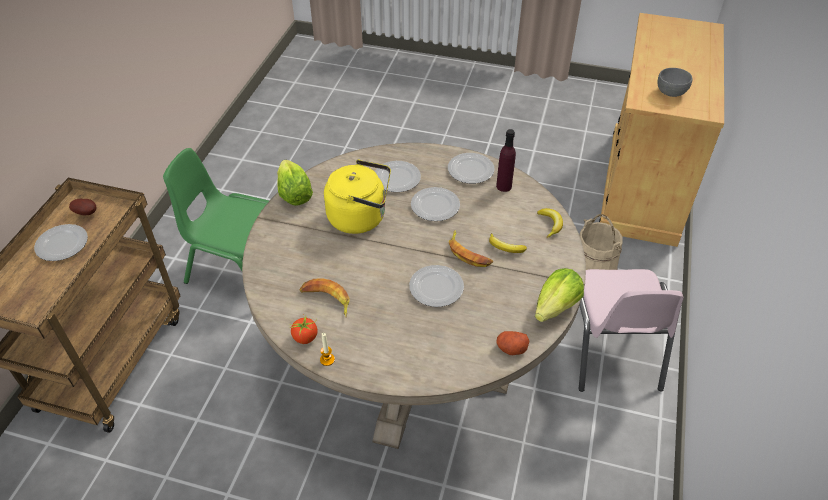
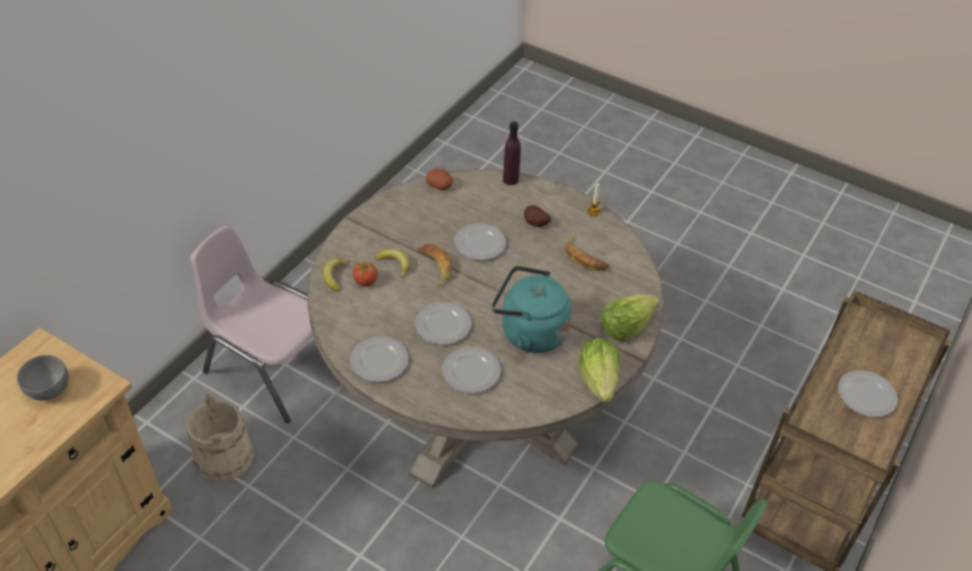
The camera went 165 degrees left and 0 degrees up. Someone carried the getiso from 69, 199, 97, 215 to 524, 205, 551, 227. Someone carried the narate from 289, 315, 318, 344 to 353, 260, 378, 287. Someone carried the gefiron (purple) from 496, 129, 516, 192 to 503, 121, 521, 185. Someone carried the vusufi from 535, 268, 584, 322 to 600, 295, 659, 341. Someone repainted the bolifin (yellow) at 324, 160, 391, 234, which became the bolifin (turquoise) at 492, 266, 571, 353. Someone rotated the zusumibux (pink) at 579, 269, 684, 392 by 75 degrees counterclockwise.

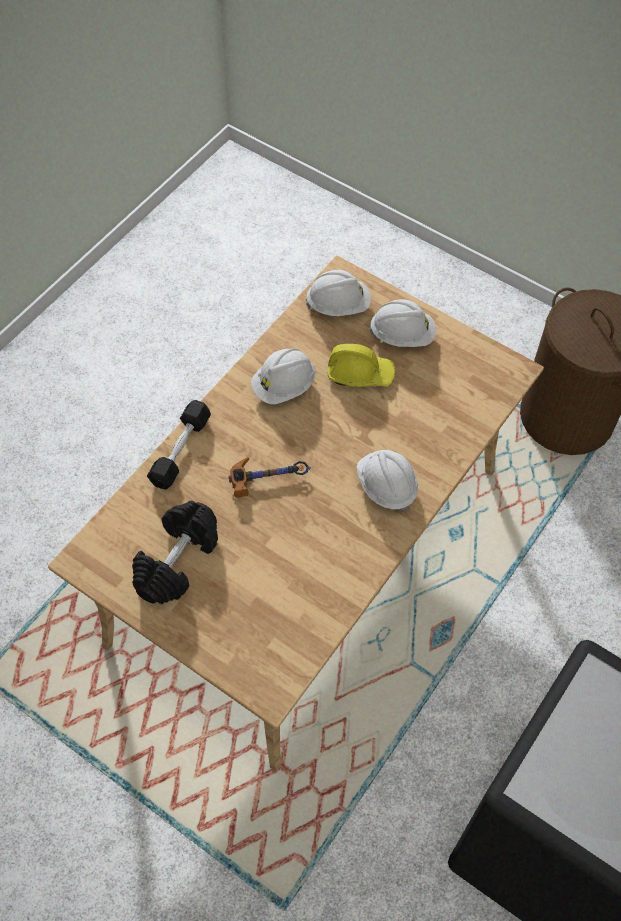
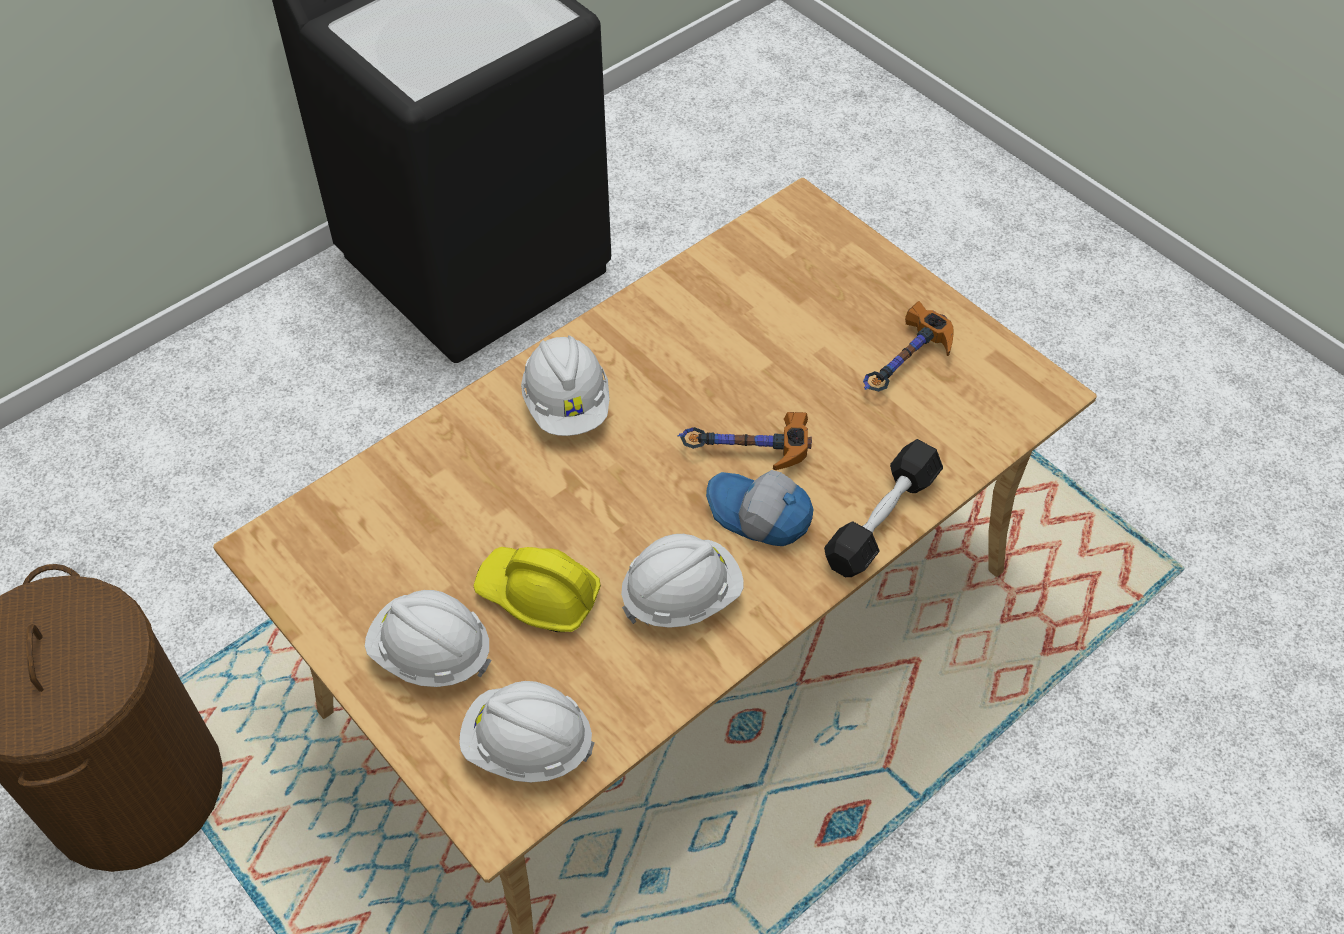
The camera went 165 degrees left and 5 degrees down. Someone put down the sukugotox at 706, 470, 814, 546. Someone swapped the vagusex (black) at 132, 501, 218, 604 for the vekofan at 863, 301, 953, 392.

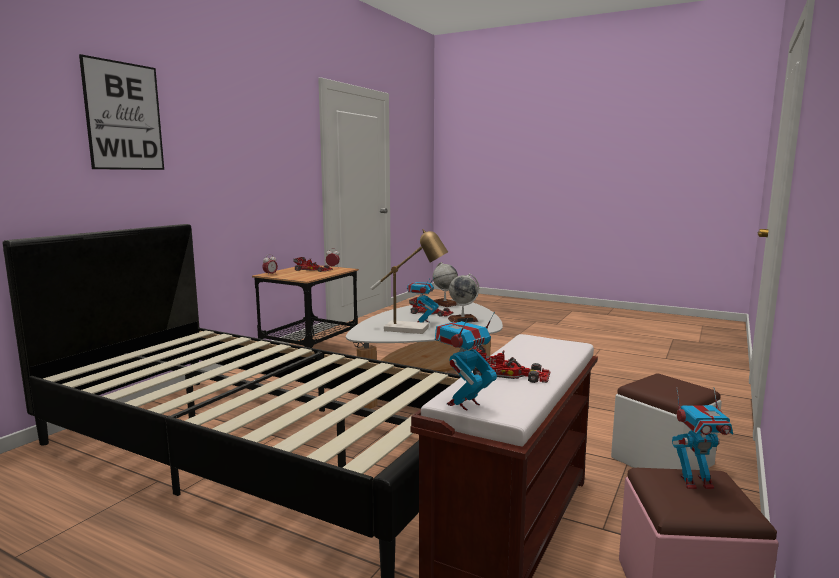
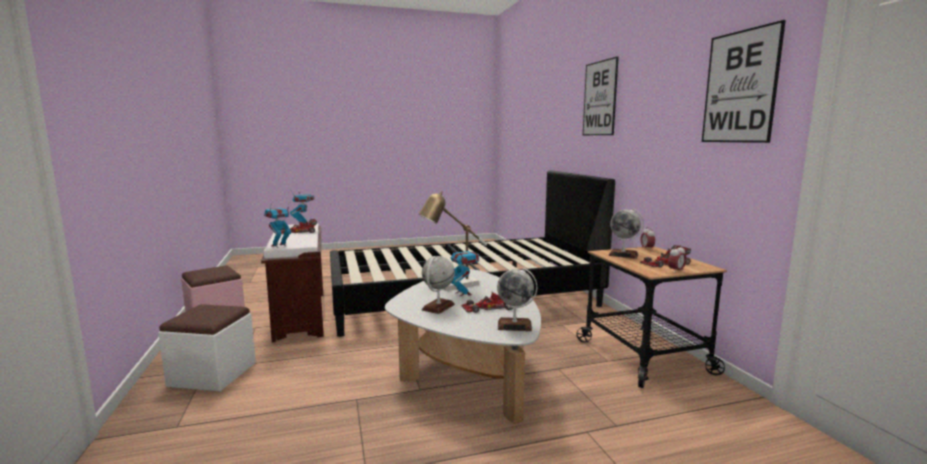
The camera went 135 degrees right and 0 degrees up. Someone put down the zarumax at 608, 208, 644, 259. Someone put up the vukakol at 702, 20, 786, 143. Someone carried the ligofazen from 672, 387, 733, 489 to 264, 205, 291, 248.

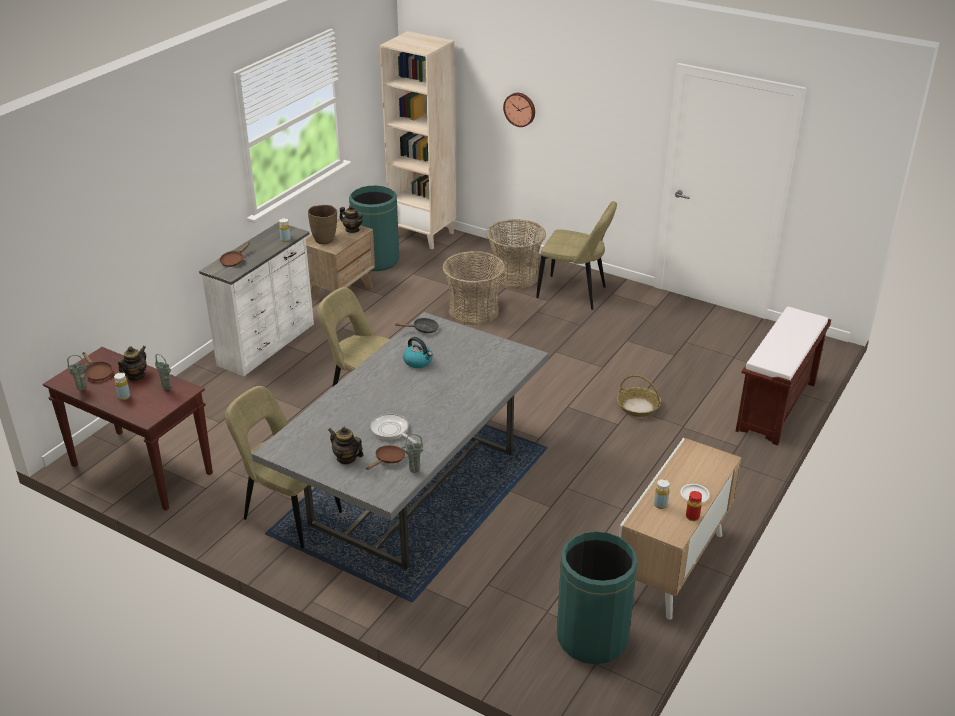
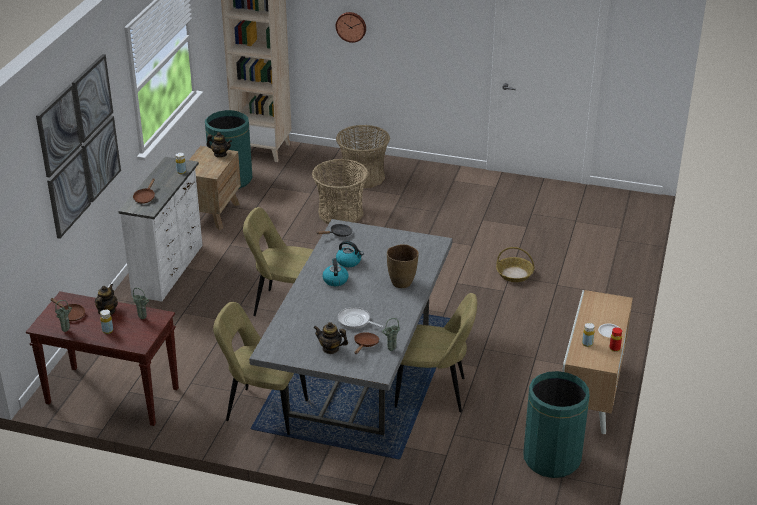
The camera went 15 degrees left and 0 degrees up. Someone took away the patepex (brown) at 736, 307, 831, 446. Someone put up the vukakol at 36, 54, 121, 239. Someone put down the bolifin at 322, 258, 348, 286. Someone carried the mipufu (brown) from 308, 205, 337, 245 to 387, 244, 419, 288. Someone carried the zusumibux (beige) from 536, 201, 617, 310 to 395, 293, 477, 412.

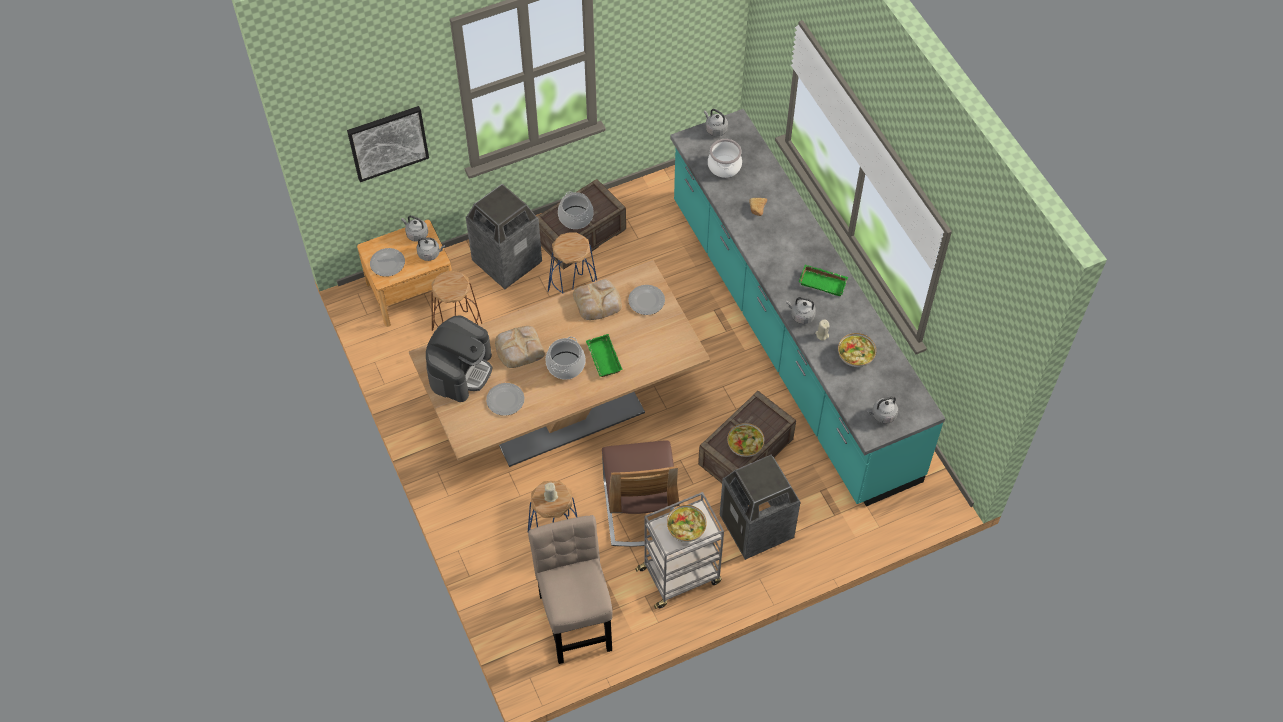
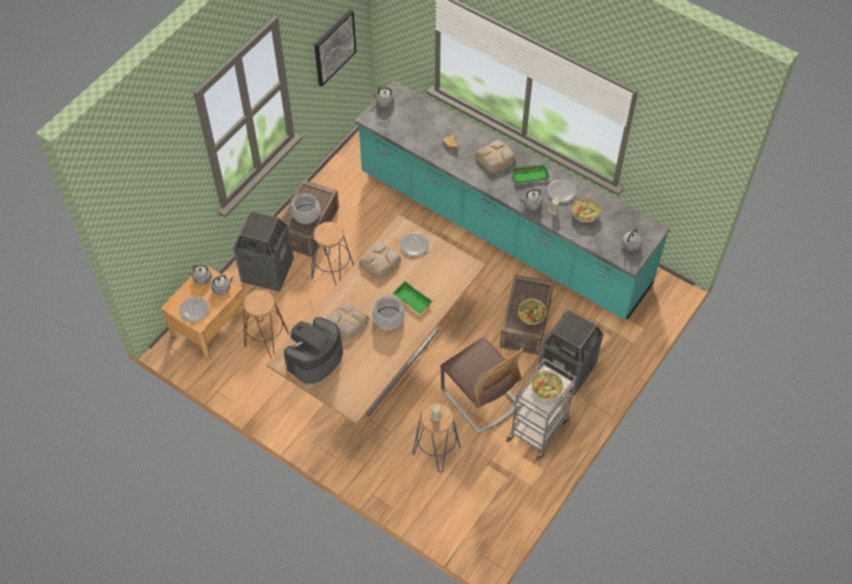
The camera went 30 degrees left and 0 degrees up. Someone took away the zusumibux (beige) at 528, 515, 612, 664. Someone took away the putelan at 708, 139, 742, 178. Someone put down the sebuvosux at 475, 140, 516, 173. Someone carried the vukakol from 347, 106, 429, 182 to 314, 9, 356, 86. Someone carried the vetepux from 486, 383, 524, 416 to 547, 180, 576, 203. Someone rotated the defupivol at 426, 316, 492, 402 by 135 degrees counterclockwise.

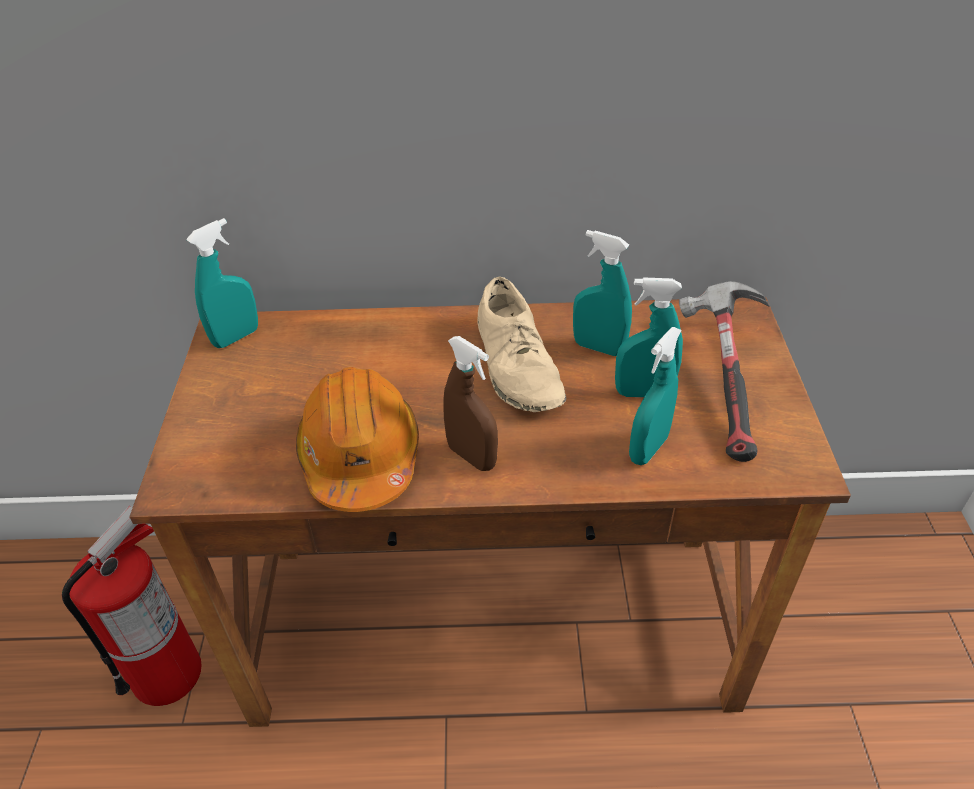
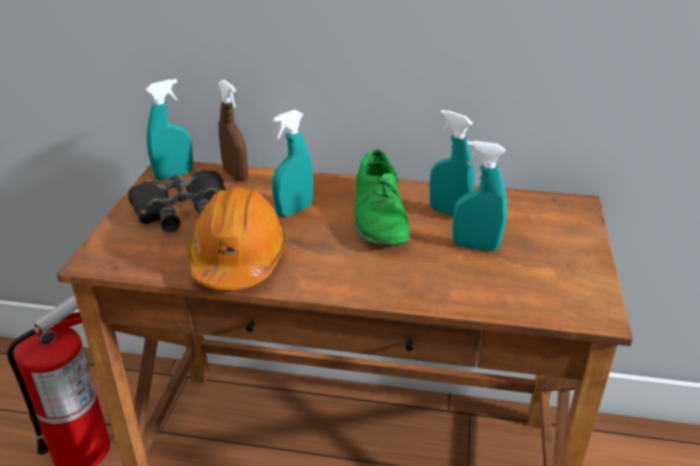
The camera went 10 degrees right and 10 degrees down. Someone took away the vekofan at 679, 281, 770, 462. Someone put down the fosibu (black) at 128, 170, 226, 232. Someone carried the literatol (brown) from 443, 336, 498, 471 to 218, 80, 248, 182. Someone carried the literatol (turquoise) from 629, 327, 682, 465 to 272, 110, 313, 217. Someone repainted the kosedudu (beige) at 478, 277, 566, 412, which became the kosedudu (green) at 354, 149, 411, 246.

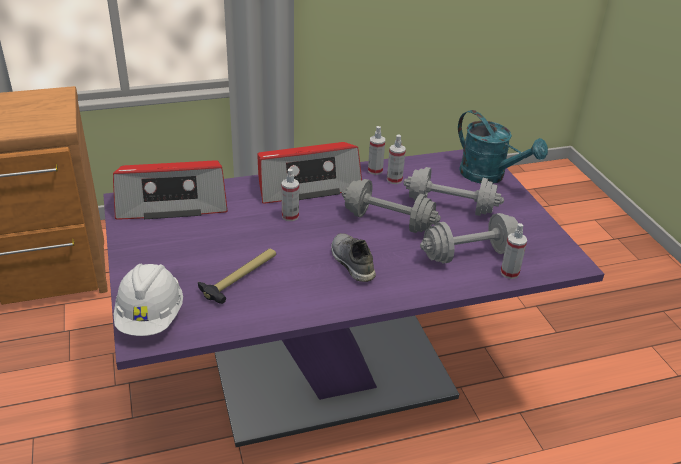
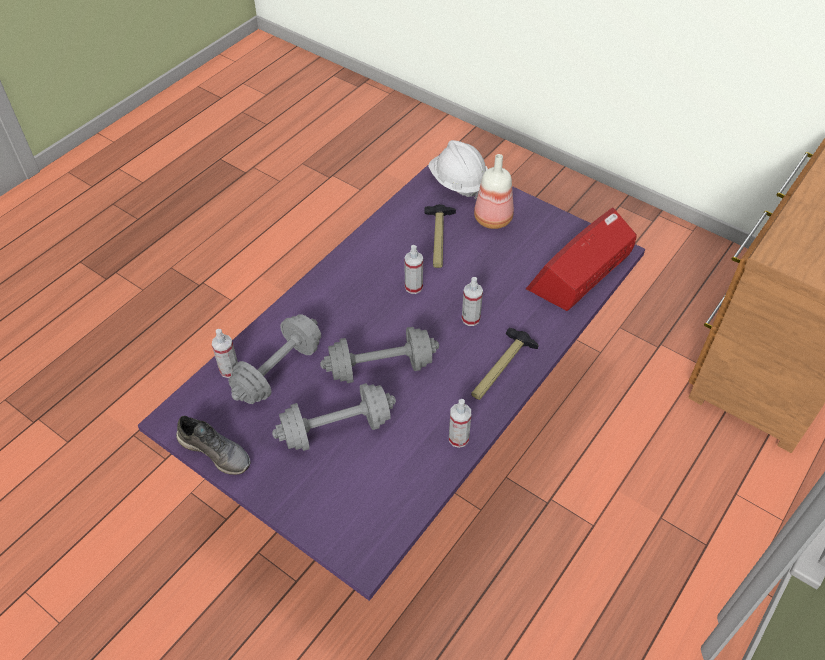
The camera went 145 degrees right and 15 degrees up. Someone took away the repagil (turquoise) at 458, 110, 548, 184. Someone put down the gefiron at 474, 154, 514, 229. Someone carried the kosedudu (grey) from 331, 233, 376, 282 to 176, 416, 251, 475. Someone carried the literatol from 387, 135, 406, 184 to 404, 245, 423, 294. Someone swapped the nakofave at 257, 142, 362, 204 for the vekofan at 471, 328, 539, 400.

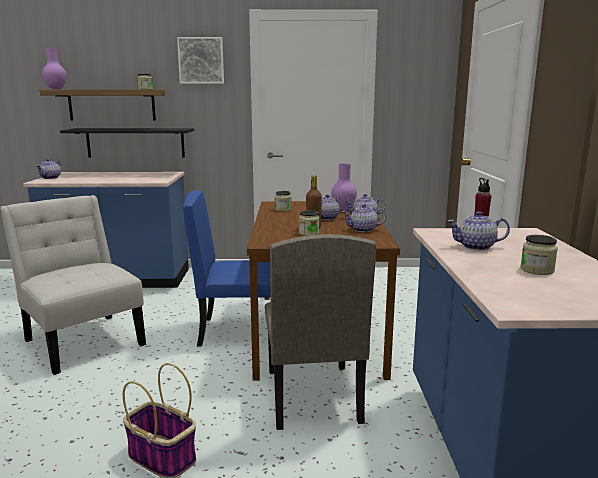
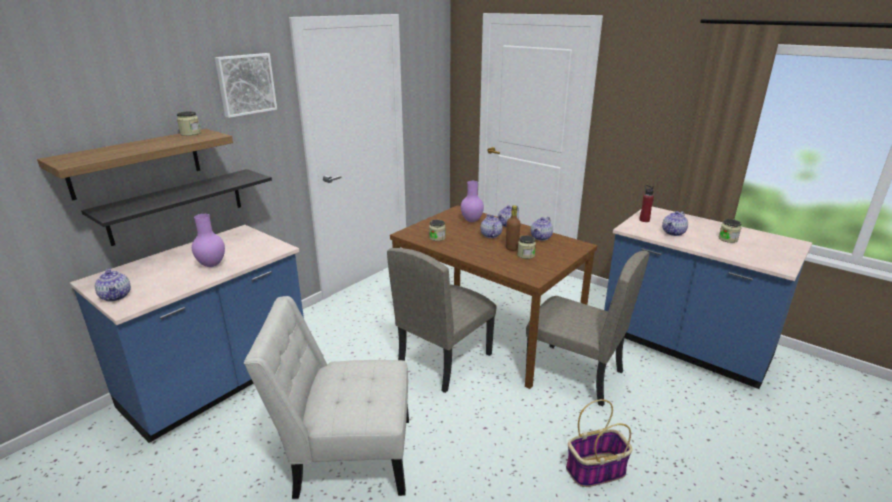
The camera went 50 degrees left and 10 degrees up. Someone carried the mipufu (purple) from 42, 48, 67, 89 to 192, 214, 225, 267. Someone repainted the zusumibux (blue) at 183, 190, 271, 347, which became the zusumibux (beige) at 387, 248, 497, 393.

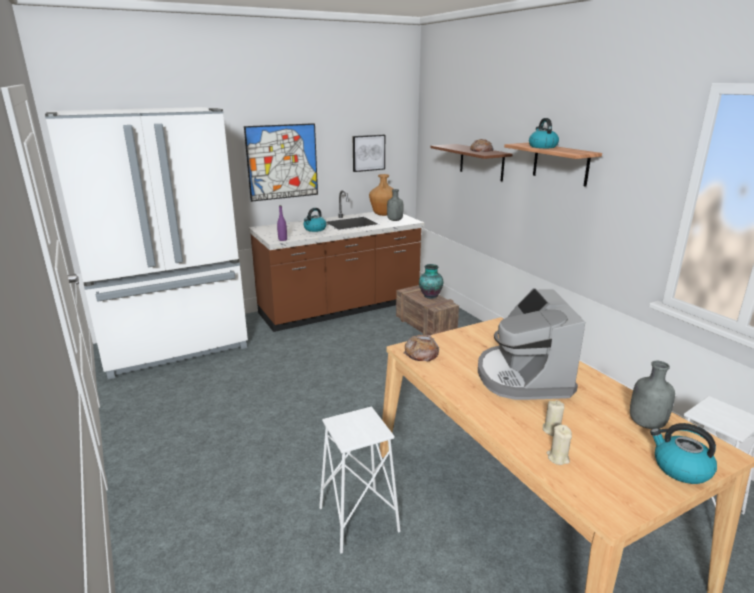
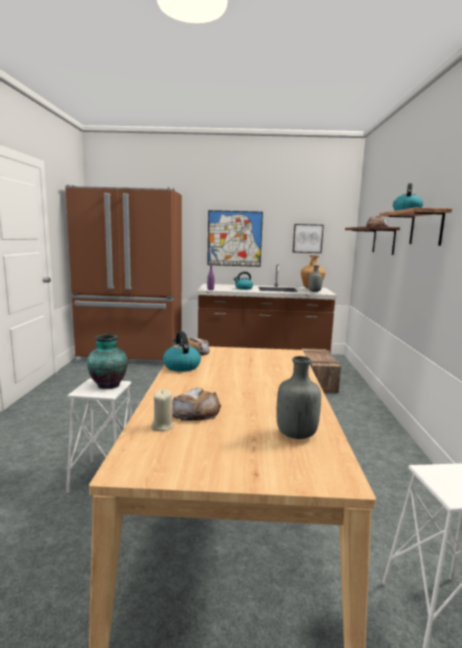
The camera went 30 degrees right and 10 degrees down. Someone took away the defupivol at 478, 288, 585, 400. Someone carried the mipufu from 419, 264, 443, 299 to 87, 334, 128, 389. Someone carried the bolifin from 650, 423, 717, 484 to 163, 331, 201, 372. Someone swapped the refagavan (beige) at 543, 400, 564, 436 for the sebuvosux at 172, 388, 221, 421. Someone repainted the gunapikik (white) at 45, 107, 248, 379, which became the gunapikik (brown) at 65, 185, 182, 364.

